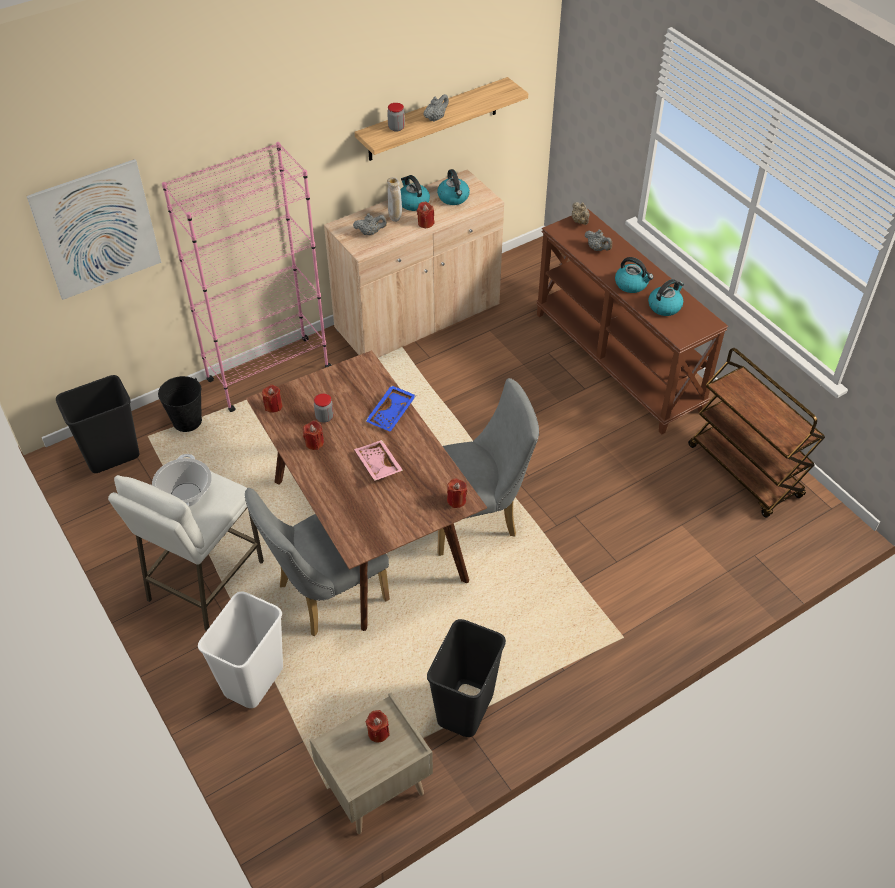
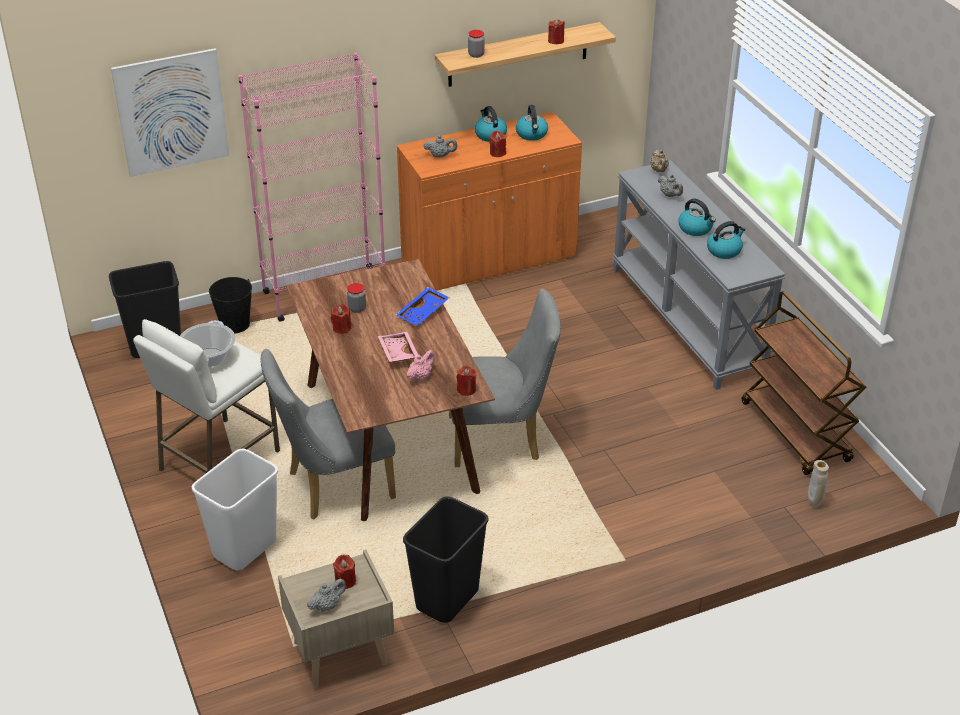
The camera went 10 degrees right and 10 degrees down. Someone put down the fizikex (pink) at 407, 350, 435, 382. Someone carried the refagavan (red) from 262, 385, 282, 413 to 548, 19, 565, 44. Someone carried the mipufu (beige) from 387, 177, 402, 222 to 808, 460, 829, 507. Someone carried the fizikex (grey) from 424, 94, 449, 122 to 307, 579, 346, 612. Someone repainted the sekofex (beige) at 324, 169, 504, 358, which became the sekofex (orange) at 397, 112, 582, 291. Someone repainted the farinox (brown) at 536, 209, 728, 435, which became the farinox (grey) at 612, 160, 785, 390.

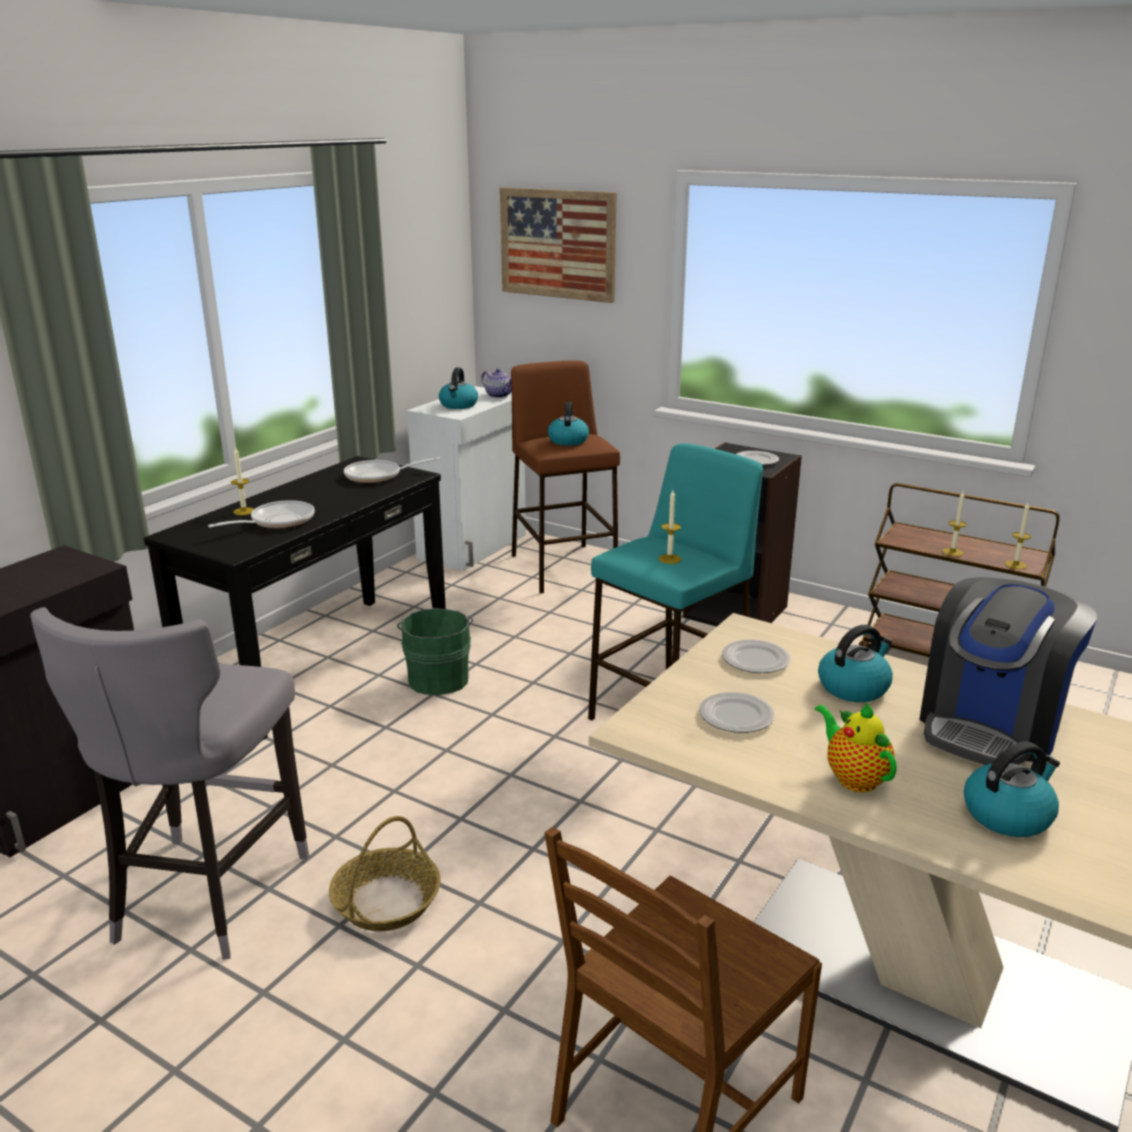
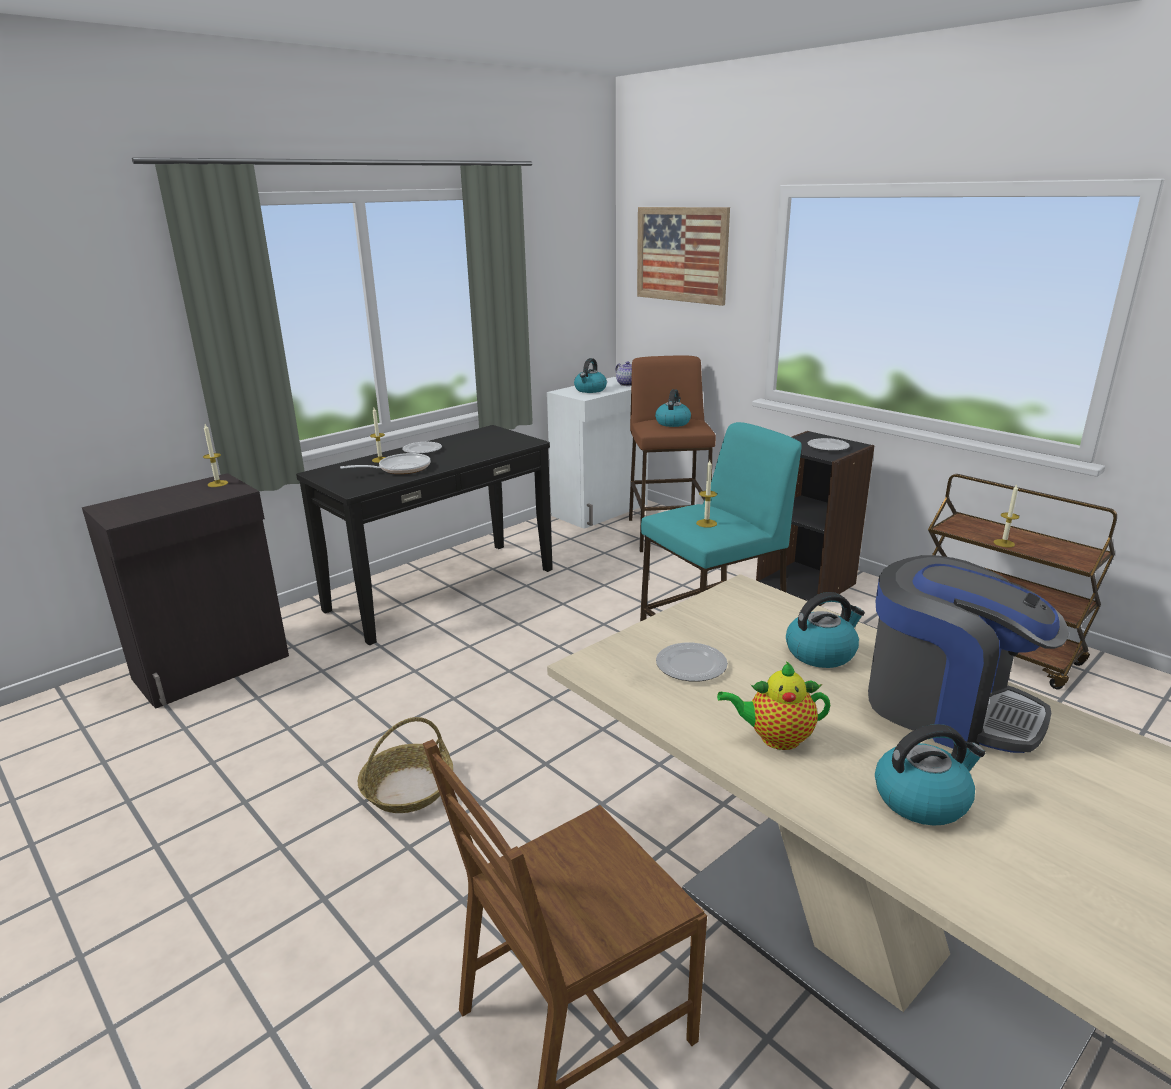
The camera went 15 degrees right and 0 degrees up. Someone took away the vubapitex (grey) at 30, 607, 309, 960. Someone took away the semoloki at 344, 457, 441, 483. Someone took away the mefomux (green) at 397, 608, 473, 695. Someone carried the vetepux from 722, 640, 791, 673 to 402, 442, 442, 454. Someone carried the refagavan from 1005, 503, 1031, 569 to 203, 424, 228, 487. Someone rotated the fizikex at 815, 702, 897, 792 by 75 degrees counterclockwise. Someone rotated the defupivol at 919, 577, 1097, 765 by 105 degrees counterclockwise.

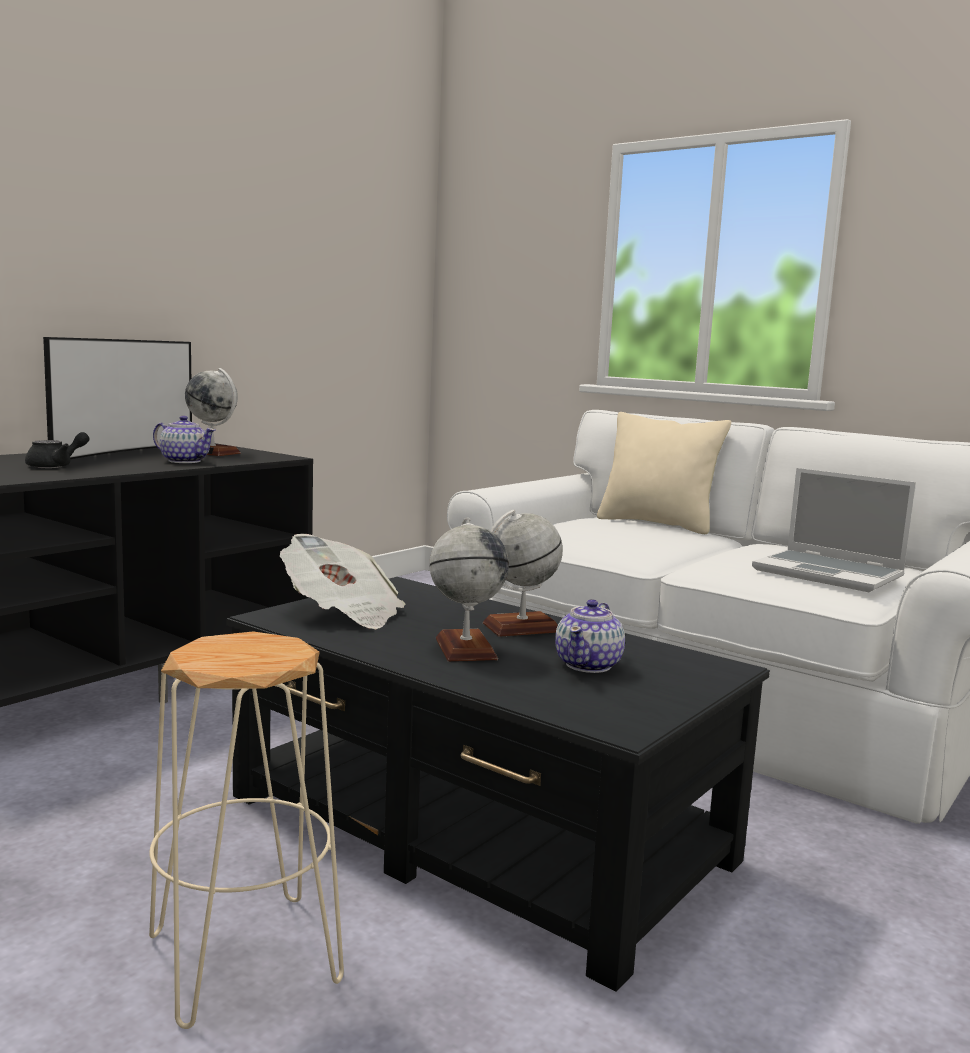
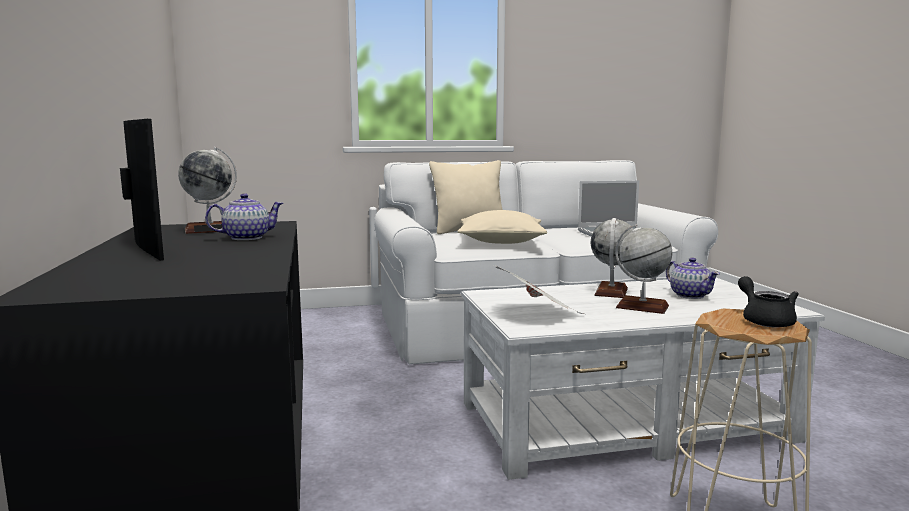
The camera went 50 degrees left and 0 degrees up. Someone put down the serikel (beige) at 458, 210, 547, 244. Someone carried the fizikex (black) from 25, 432, 90, 468 to 738, 276, 799, 328. Someone repainted the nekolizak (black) at 227, 577, 770, 992, which became the nekolizak (white) at 461, 278, 825, 480.

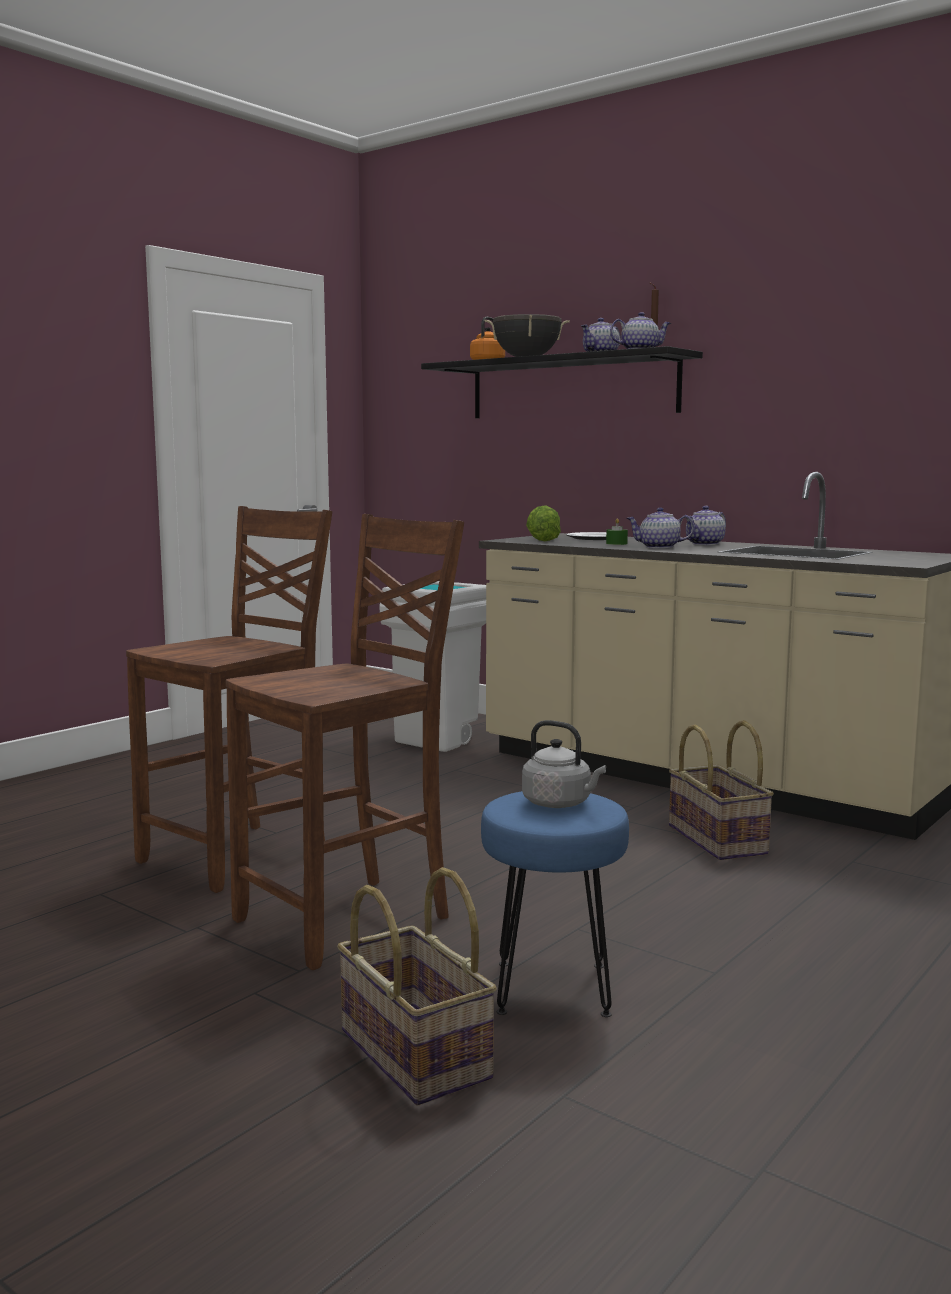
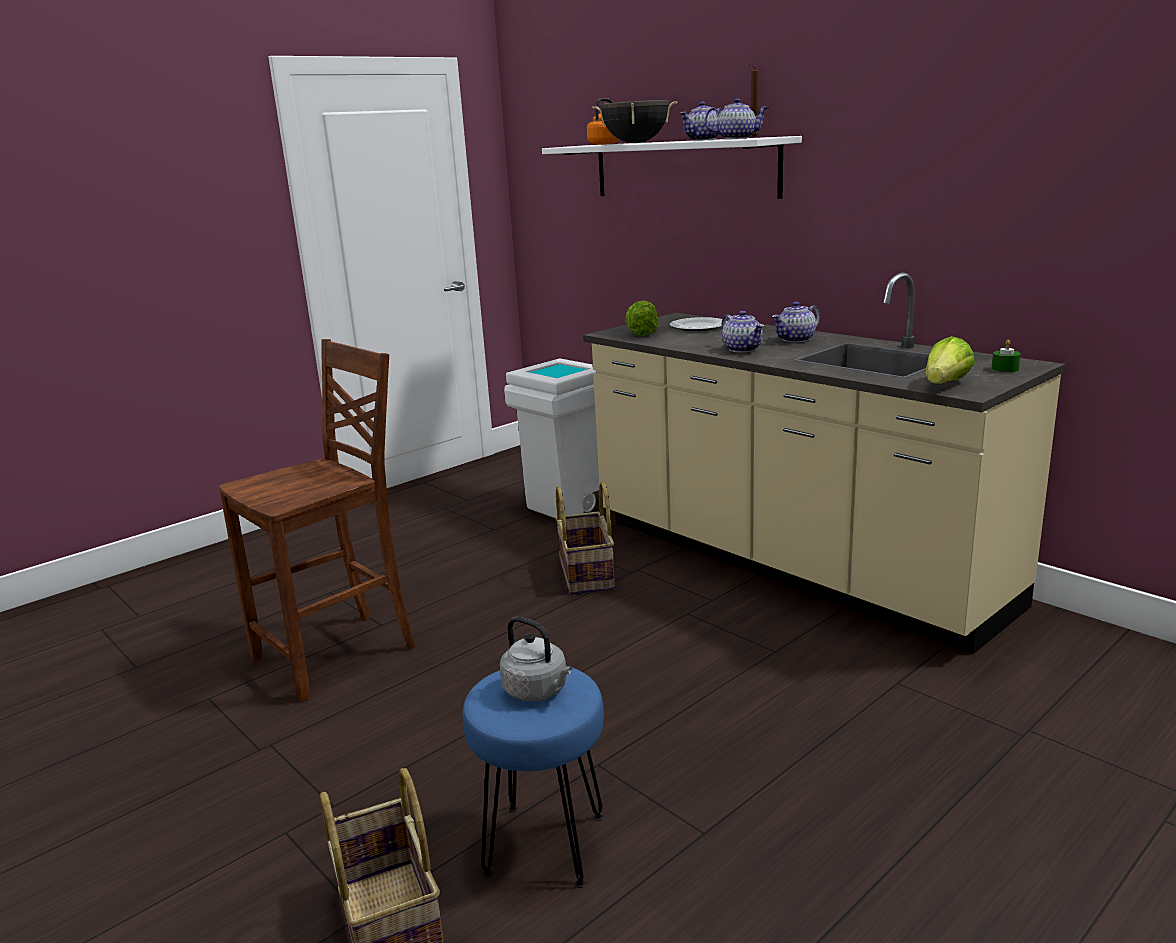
The camera went 10 degrees right and 10 degrees up. Someone took away the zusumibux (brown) at 226, 514, 464, 970. Someone put down the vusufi at 926, 336, 975, 384. Someone carried the refagavan (green) from 606, 518, 628, 545 to 992, 340, 1021, 372. Someone carried the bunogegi from 669, 720, 774, 860 to 555, 482, 615, 595. Someone repainted the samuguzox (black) at 421, 346, 703, 418, which became the samuguzox (white) at 542, 136, 802, 199. Someone rotated the fizikex at 627, 507, 695, 549 by 135 degrees counterclockwise.

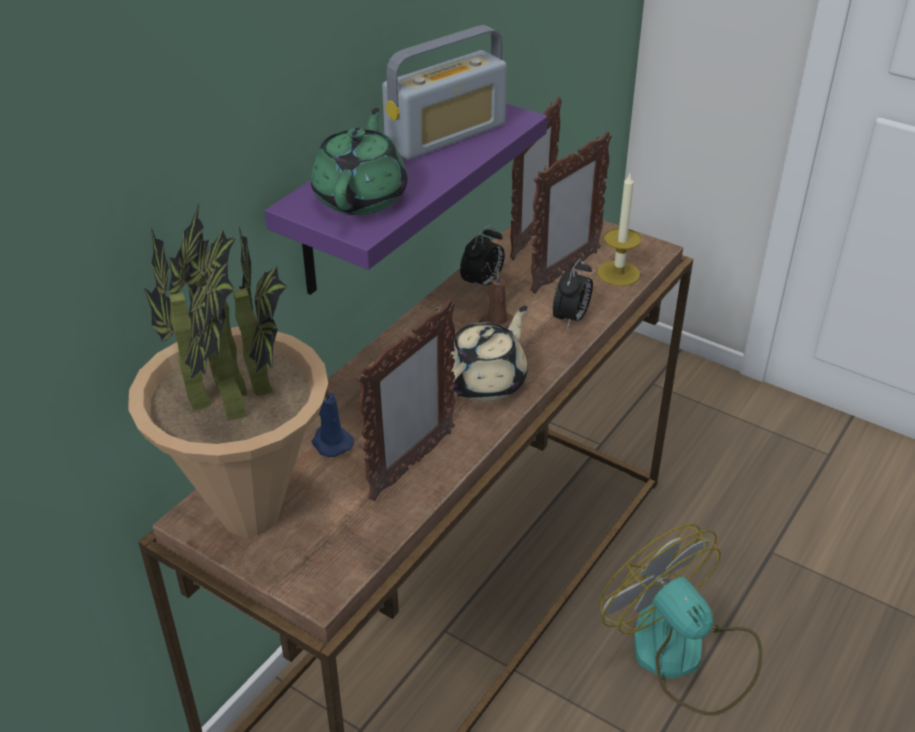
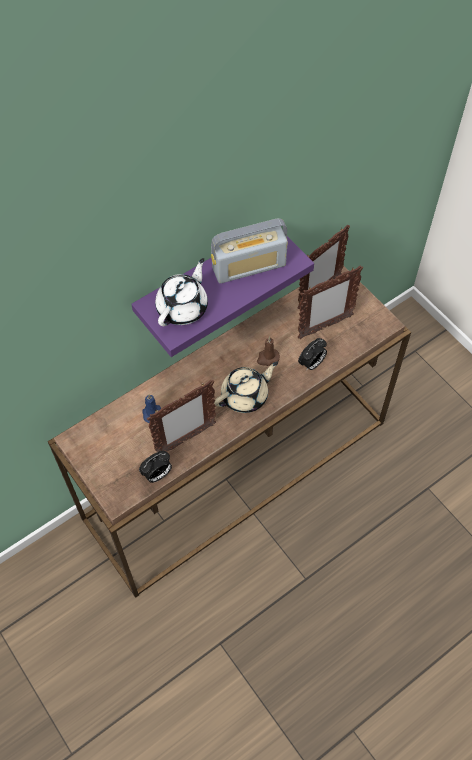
The camera went 20 degrees right and 20 degrees up. Someone took away the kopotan at 128, 203, 328, 537. Someone took away the refagavan at 597, 173, 641, 286. Someone took away the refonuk at 599, 524, 762, 716. Someone carried the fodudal from 460, 225, 505, 292 to 139, 451, 172, 483. Someone repainted the fizikex (green) at 311, 108, 407, 215, which became the fizikex (white) at 155, 258, 208, 326.

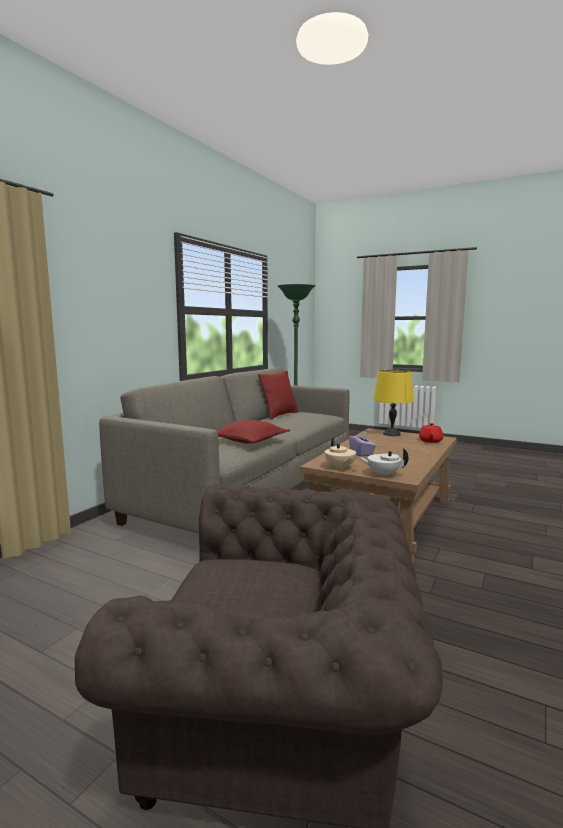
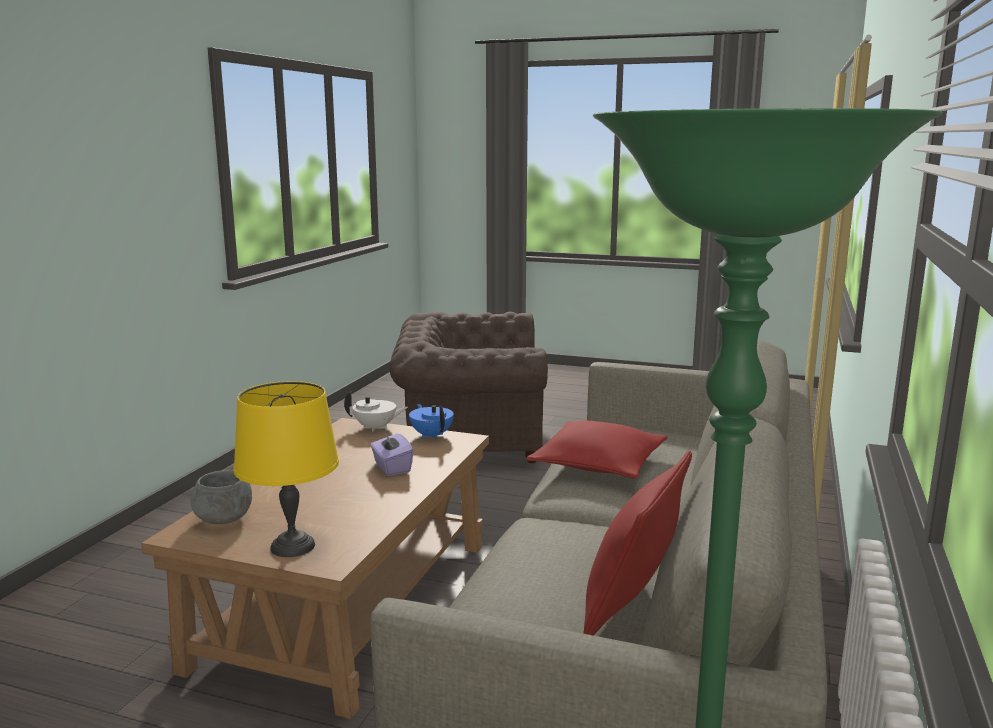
The camera went 170 degrees right and 5 degrees up. Someone swapped the fizikex (red) at 419, 423, 443, 443 for the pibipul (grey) at 191, 470, 252, 524. Someone repainted the fizikex (beige) at 325, 437, 356, 470, which became the fizikex (blue) at 409, 404, 454, 439.

